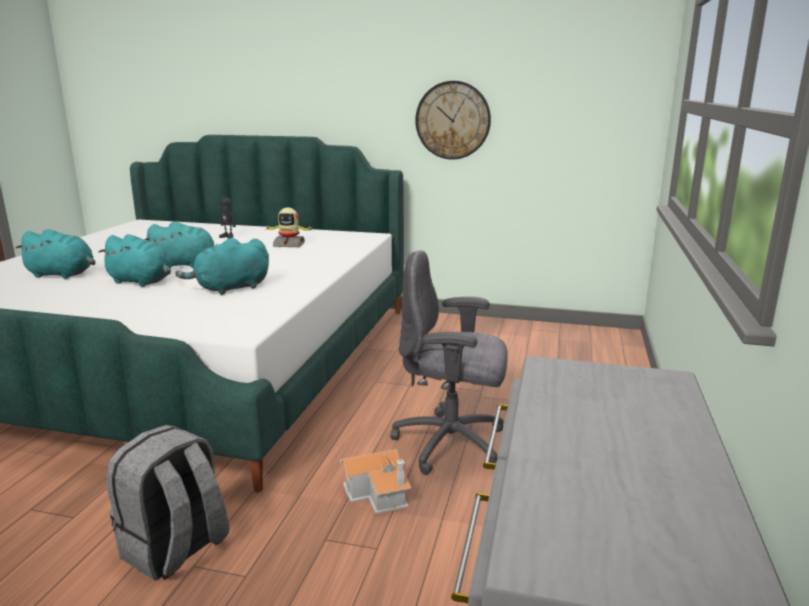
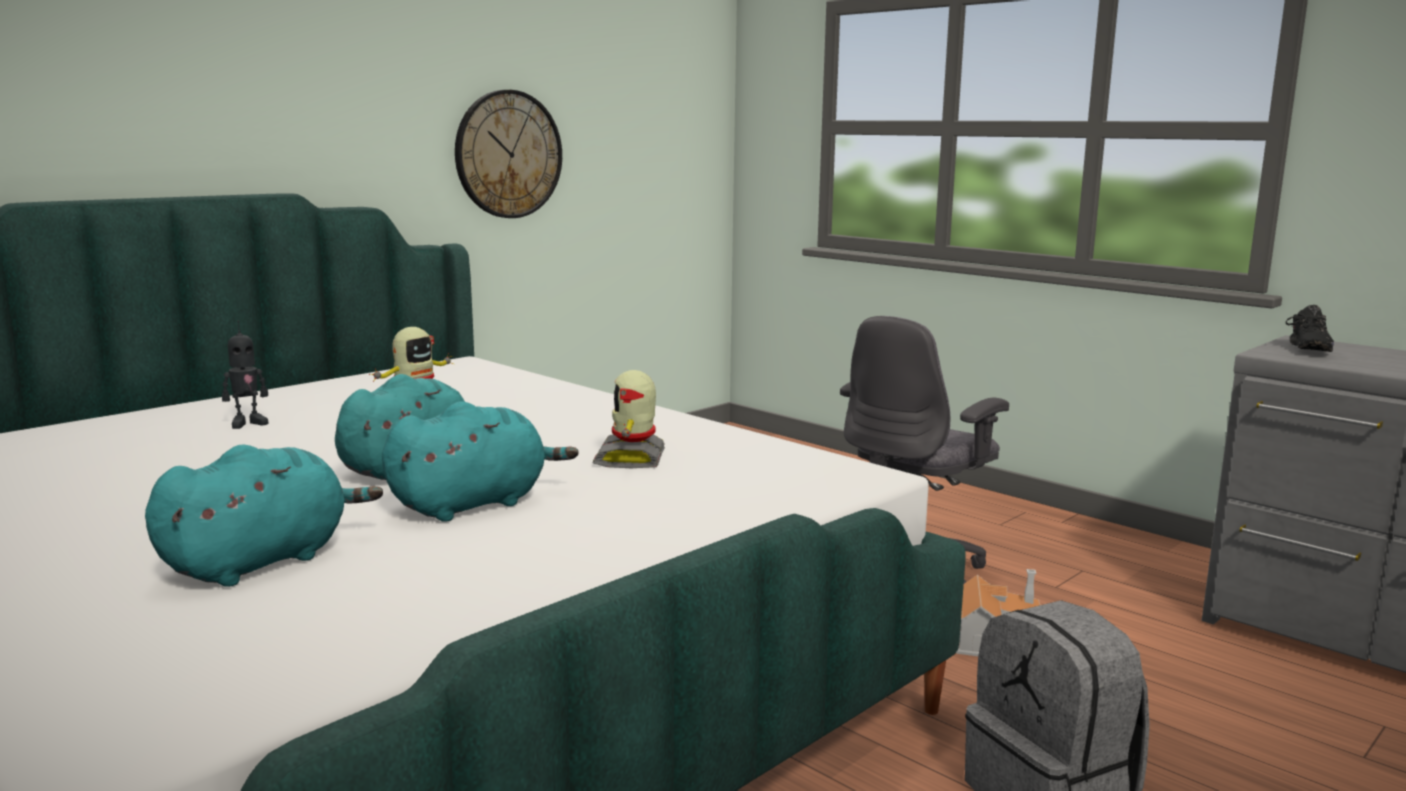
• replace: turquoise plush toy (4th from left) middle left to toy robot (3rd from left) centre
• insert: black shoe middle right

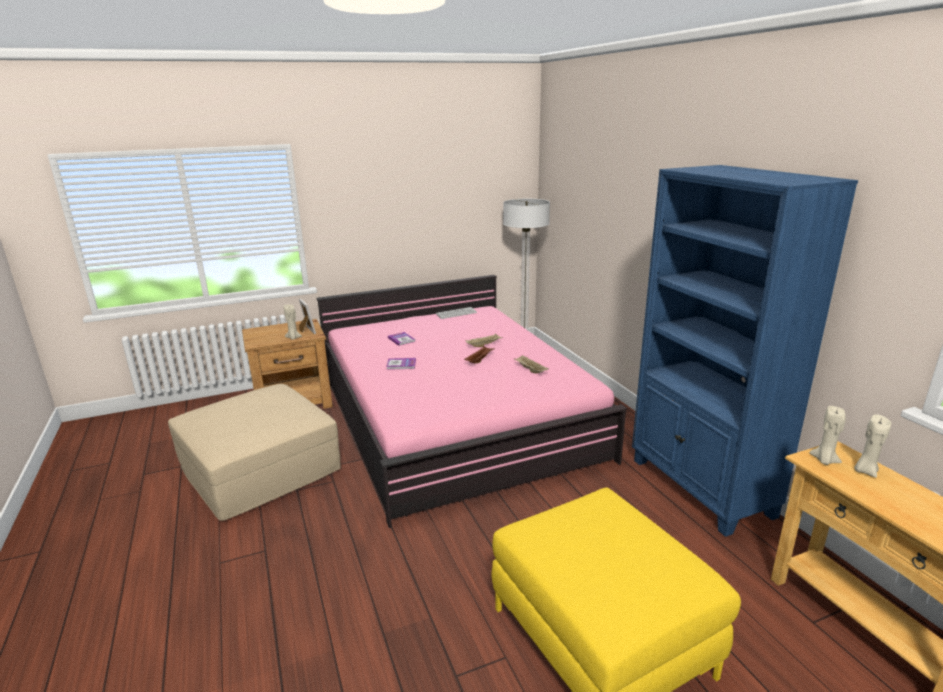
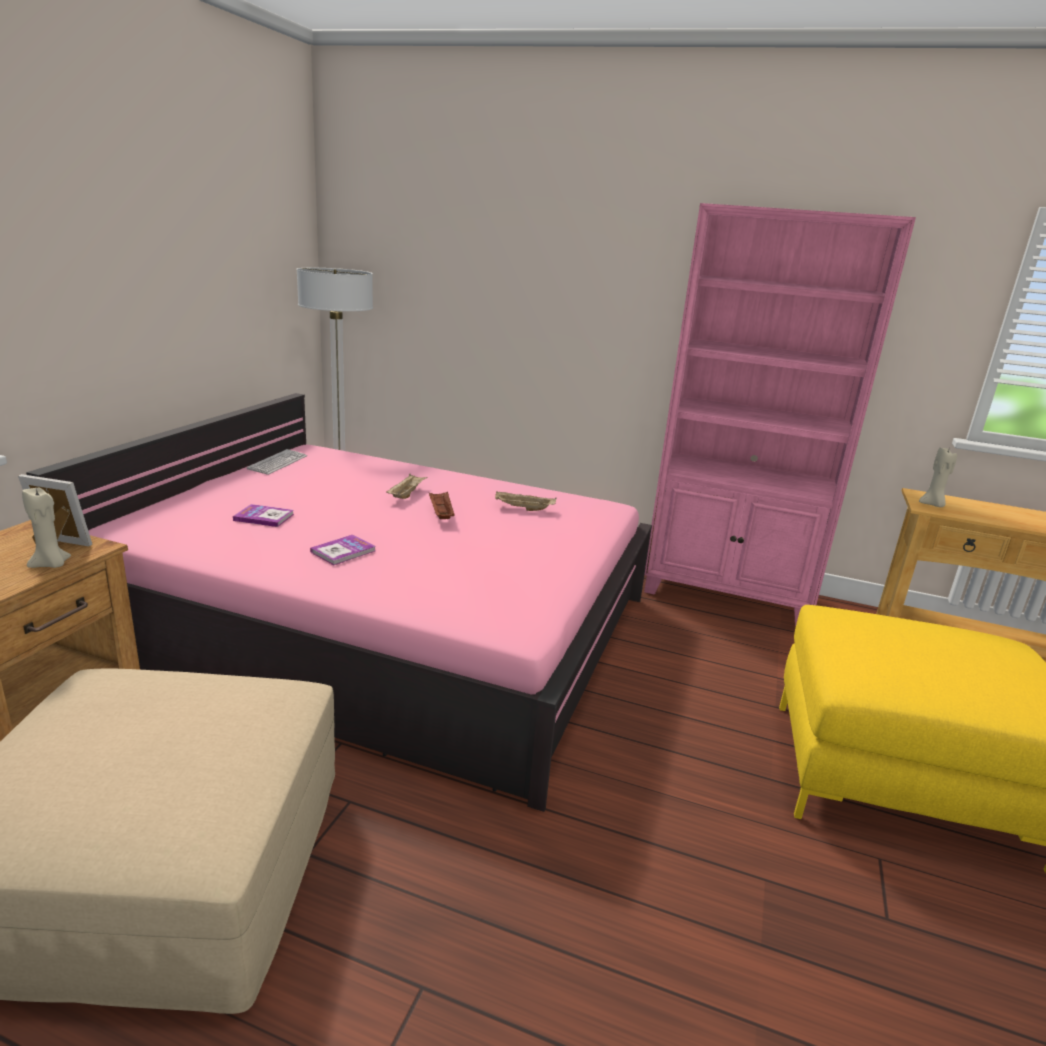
• recolor: blue bookcase middle right to pink bookcase middle right
• delete: beige candle (3rd from left) middle right

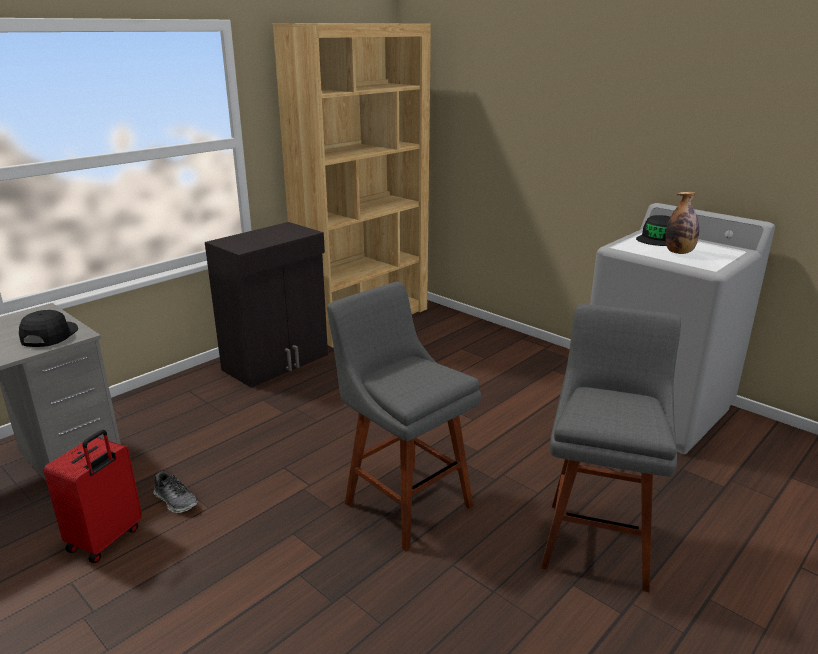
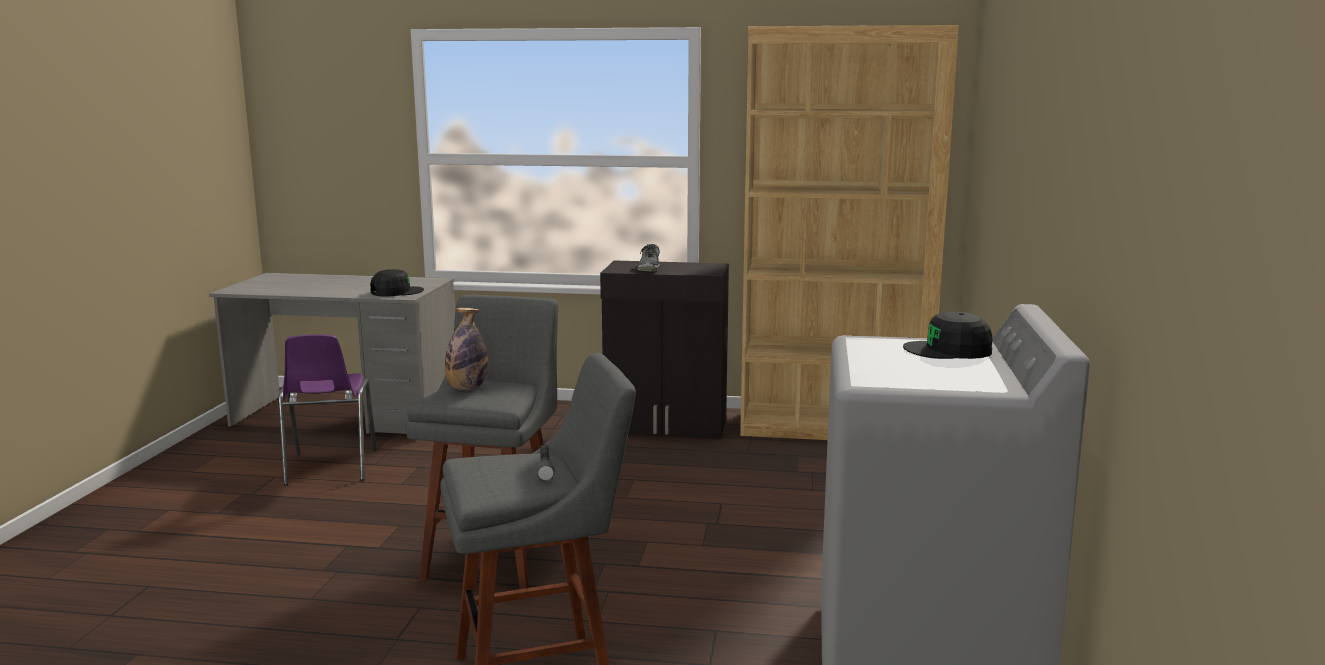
• replace: red suitcase bottom left to purple chair middle left
• move: bottle middle right to centre
• insert: grey flashlight bottom centre
• move: shoe bottom left to centre

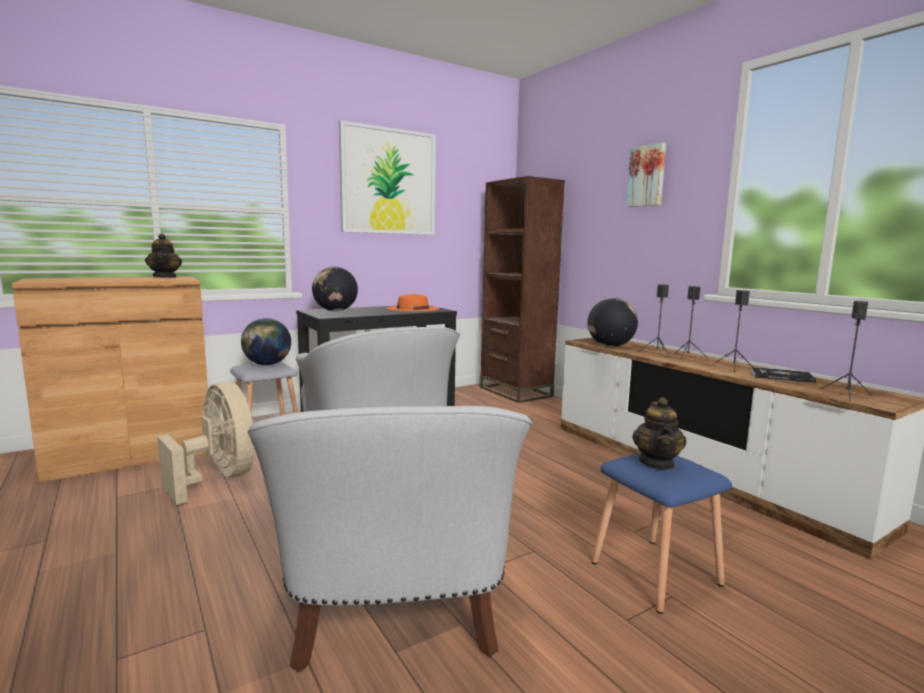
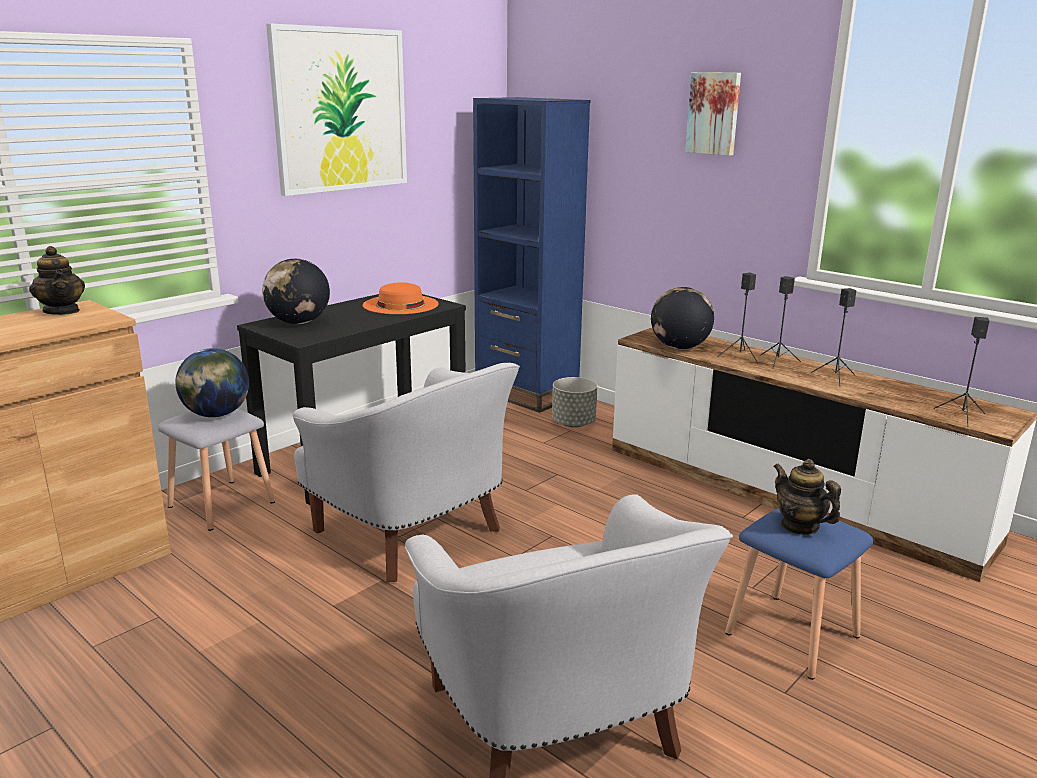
• recolor: brown bookcase centre to blue bookcase top centre
• insert: grey planter centre
• rotate: teapot (2nd from left) middle right = middle right 150 degrees clockwise
• delete: beige fan middle left
• delete: book middle right

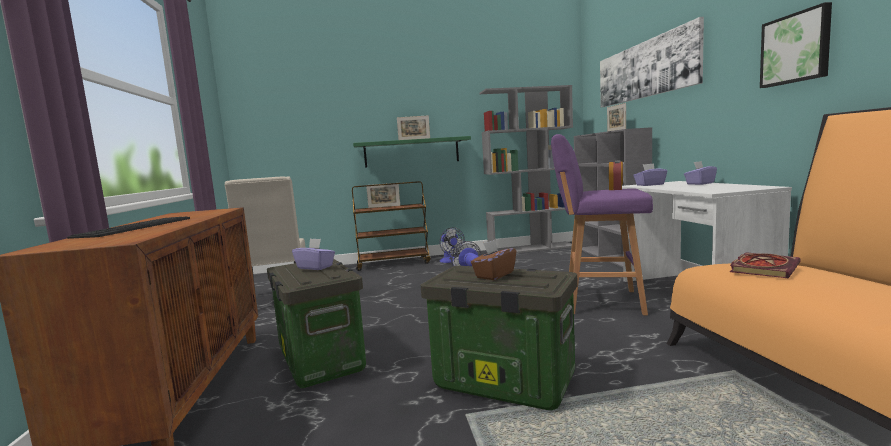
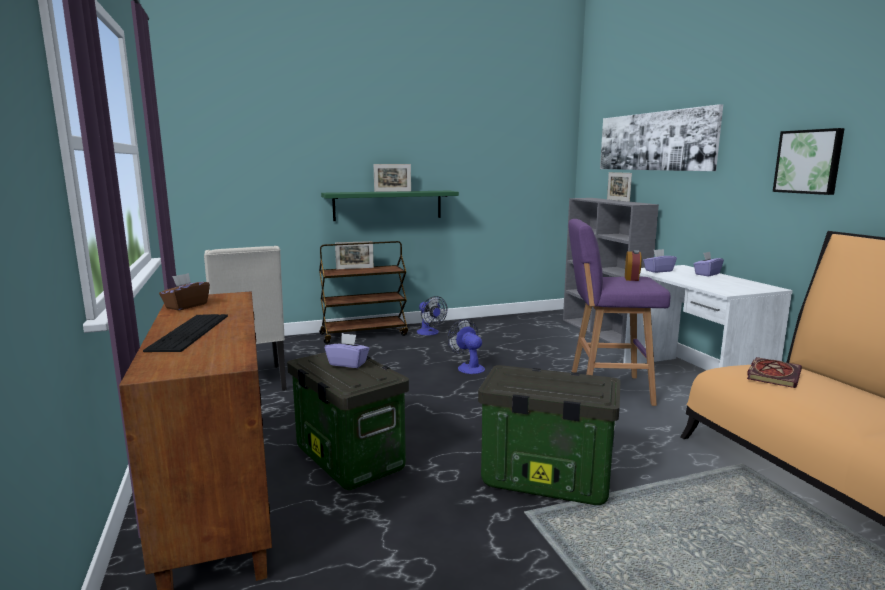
• move: brown tissue box centre to middle left
• delete: grey bookcase (1st from left) centre

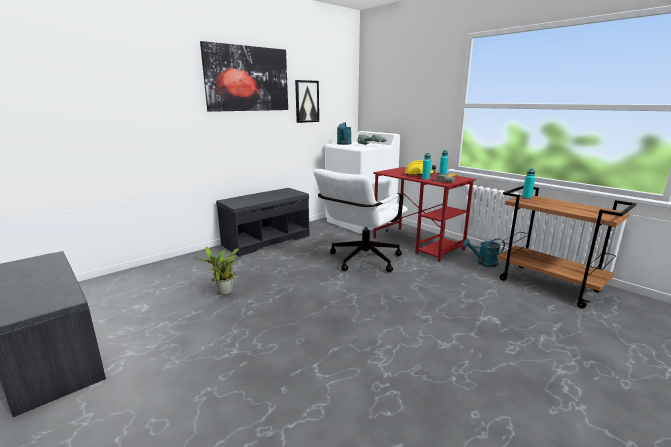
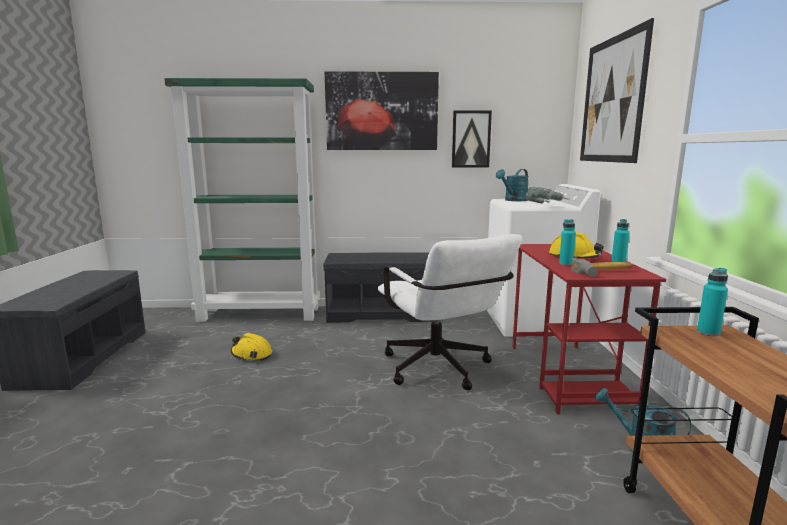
• insert: green bookcase middle left
• replace: potted plant middle left to yellow hard hat (1st from left) middle left
• rotate: white office chair centre = centre 105 degrees counterclockwise
• insert: picture (3rd from left) top right

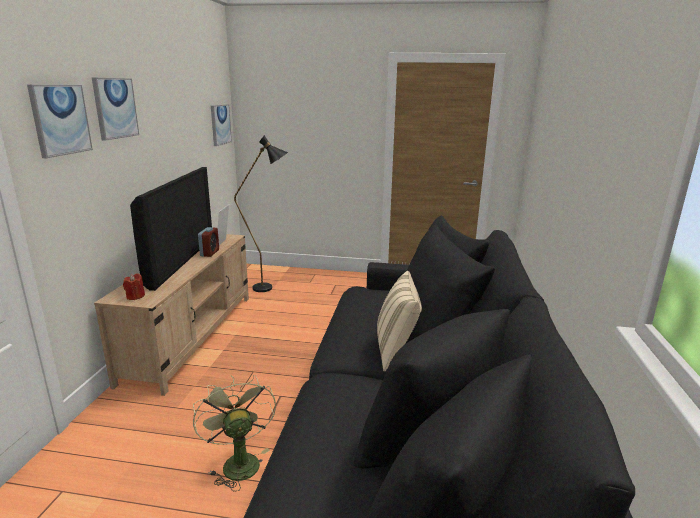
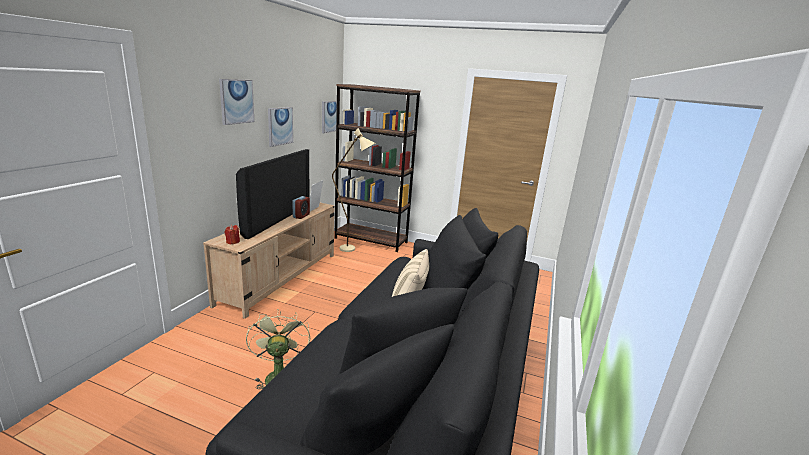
• move: picture (1st from left in the first image) top left to picture (2nd from left) top centre
• recolor: black floor lamp centre to beige floor lamp centre
• insert: brown bookcase centre

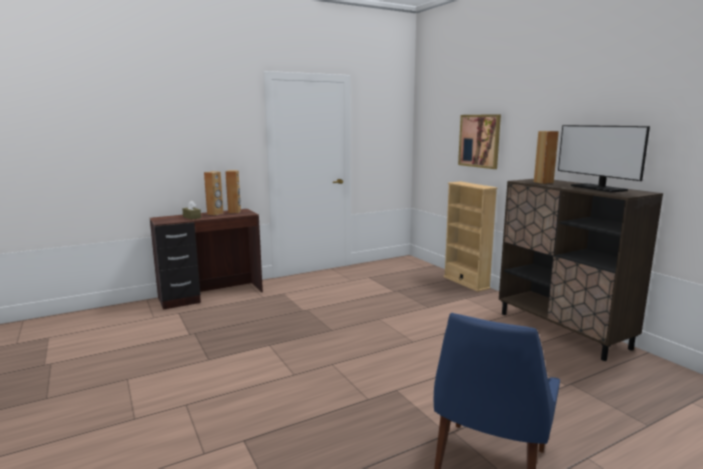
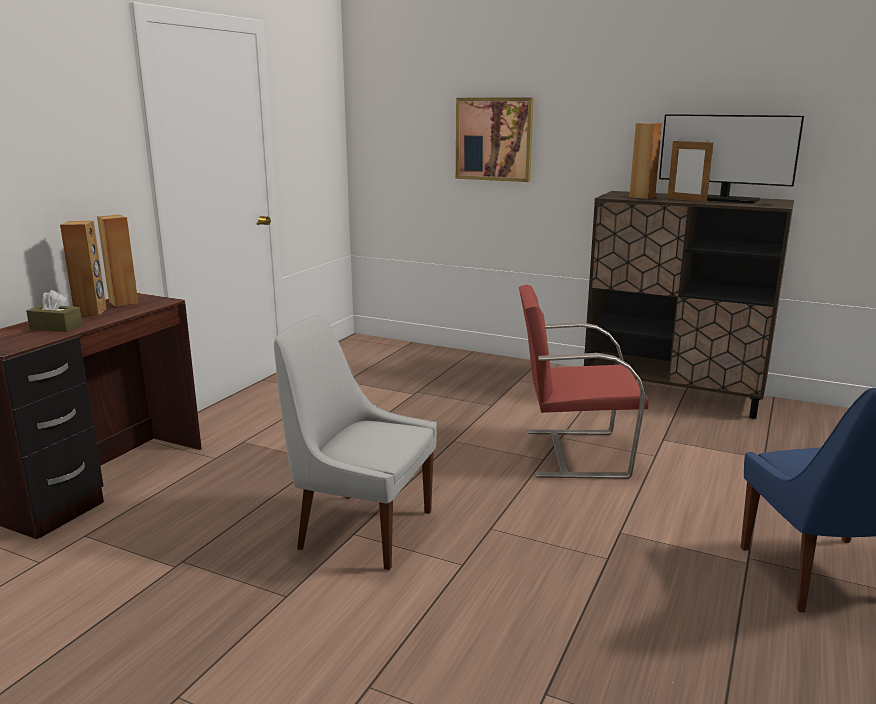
• insert: white chair centre
• insert: red chair middle right
• insert: picture frame top right
• delete: beige bookcase middle right

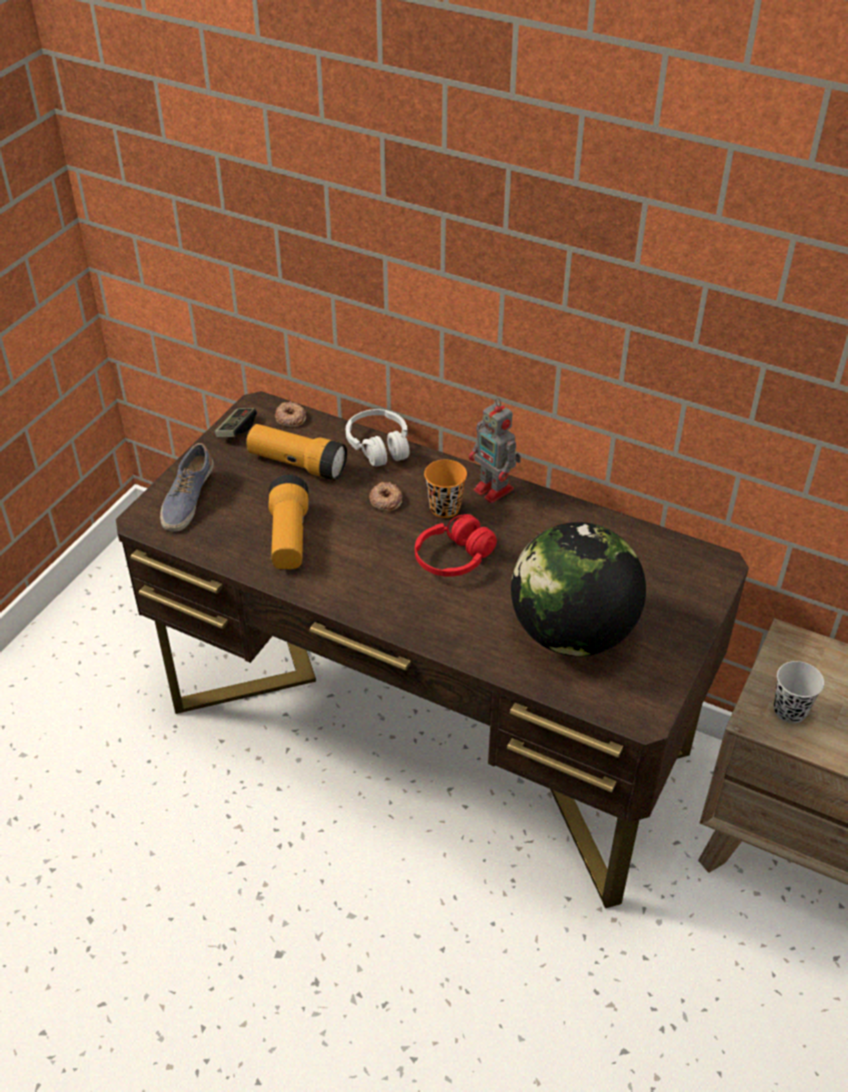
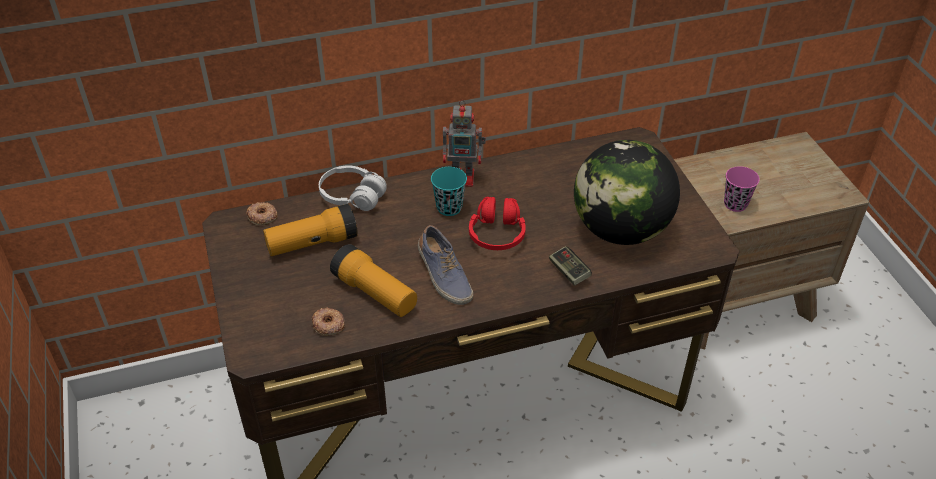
• move: donut (2nd from left) centre to bottom centre
• move: shoe middle left to centre
• recolor: orange cup centre to turquoise cup centre
• move: game controller middle left to centre
• recolor: black cup middle right to pink cup middle right

